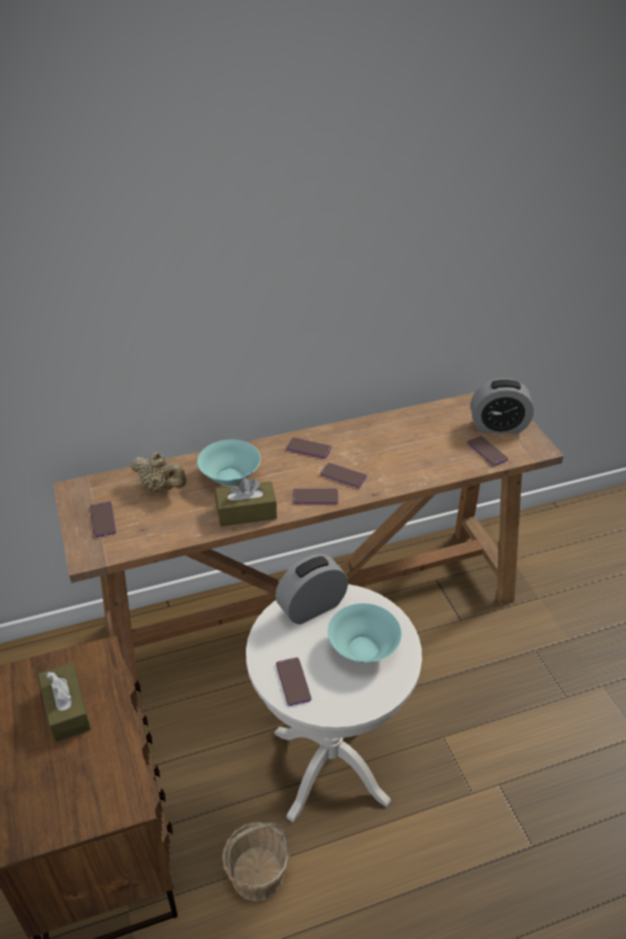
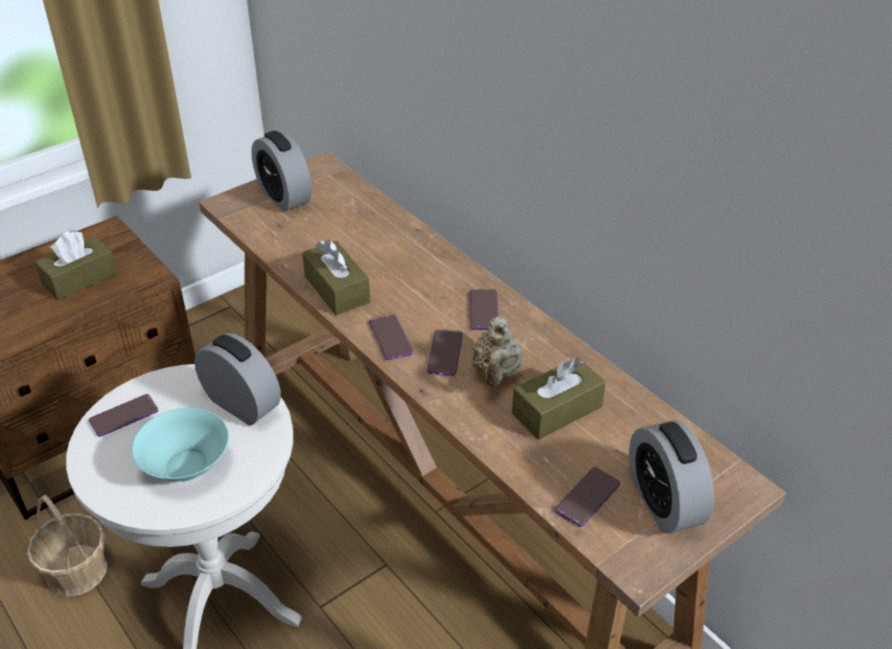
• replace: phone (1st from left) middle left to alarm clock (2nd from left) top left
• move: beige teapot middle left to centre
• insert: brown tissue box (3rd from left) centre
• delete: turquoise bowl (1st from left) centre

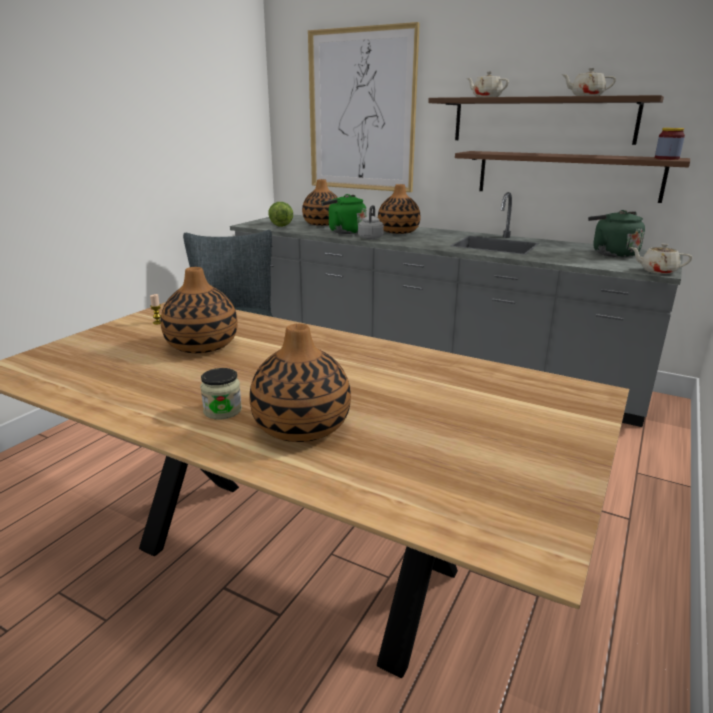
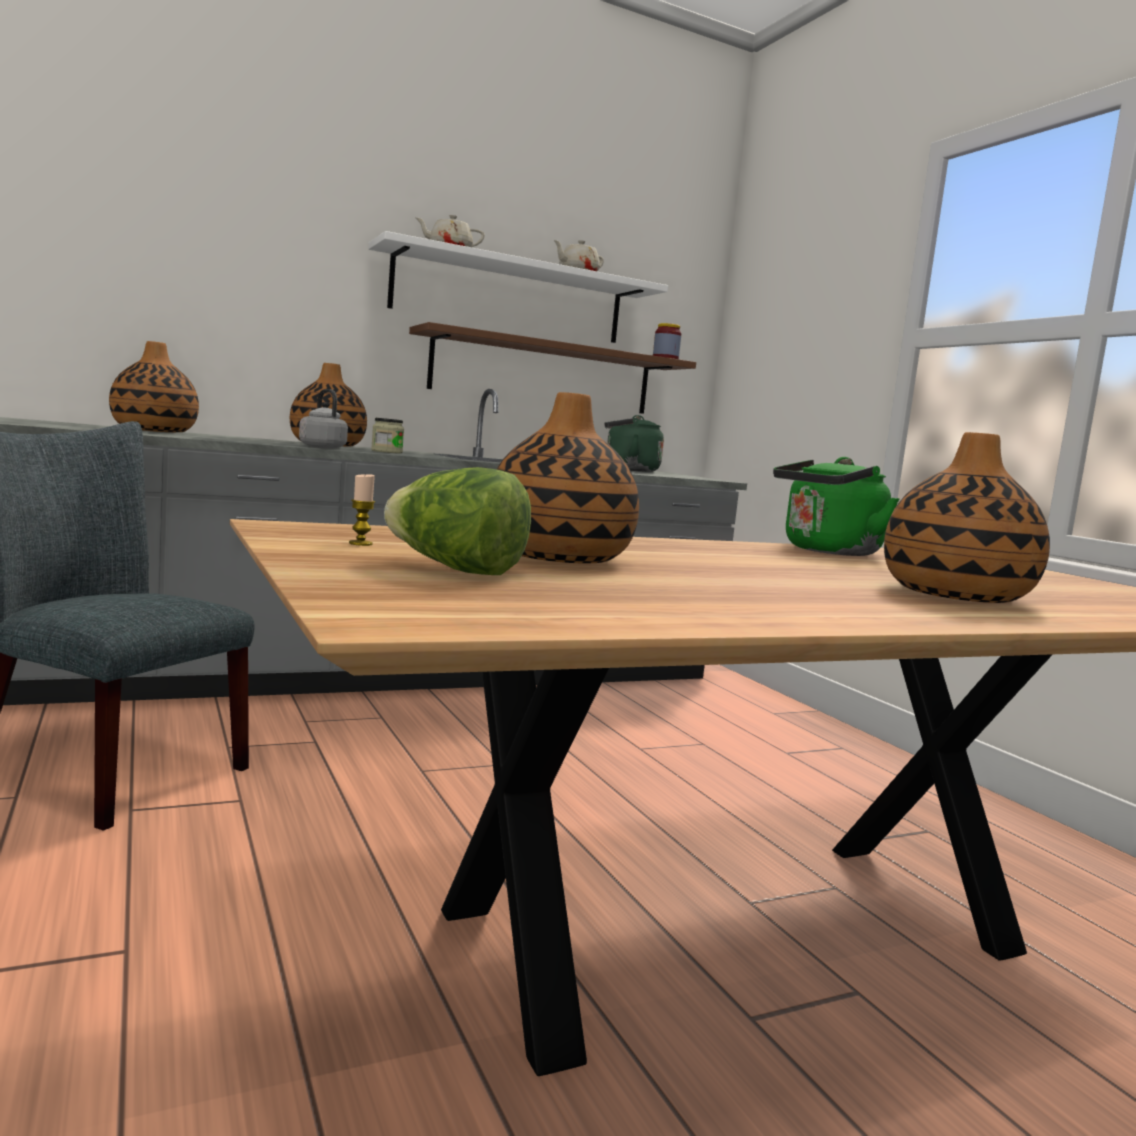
• recolor: brown shelf (1st from left) top right to white shelf top centre
• move: jar (1st from left) middle left to centre
• move: lettuce top centre to centre
• move: green kettle (1st from left in the first image) top centre to green kettle (2nd from left) middle right
• delete: picture top centre
• delete: beige teapot (3rd from left) middle right

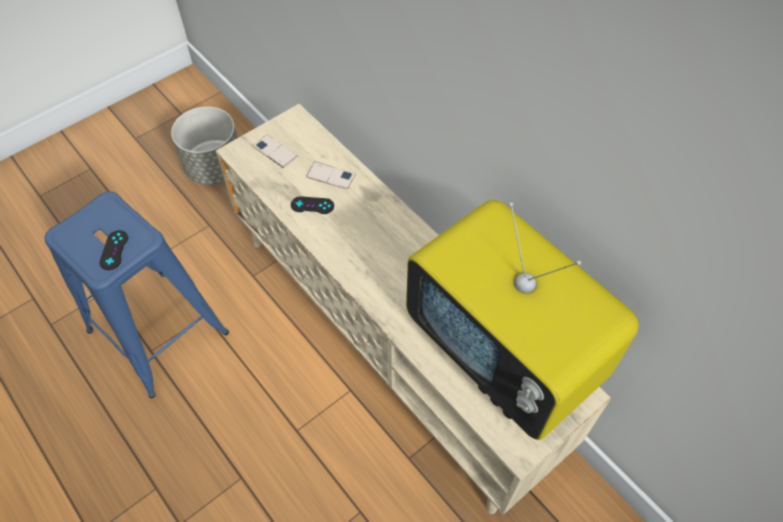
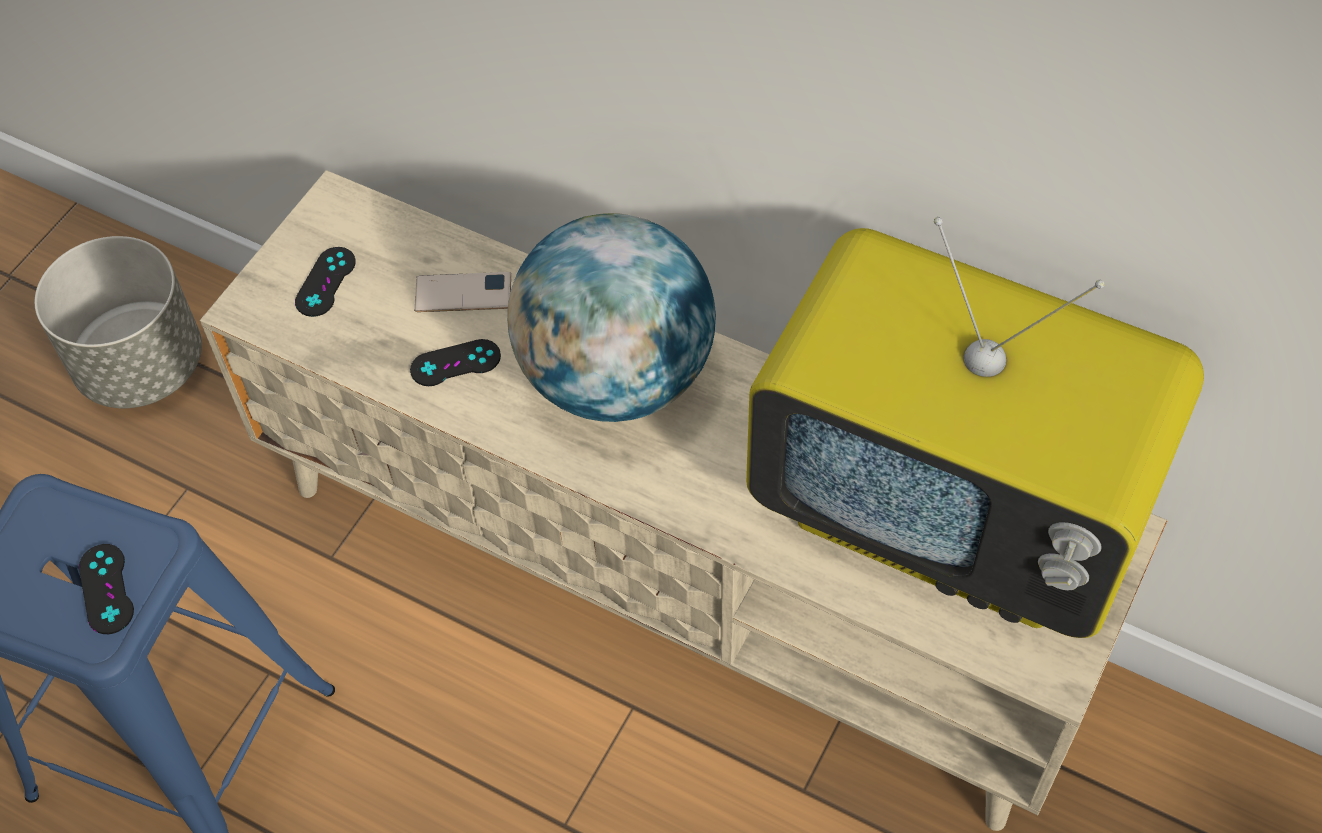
• replace: phone (1st from left) top centre to black game controller (2nd from left) middle left
• insert: globe centre

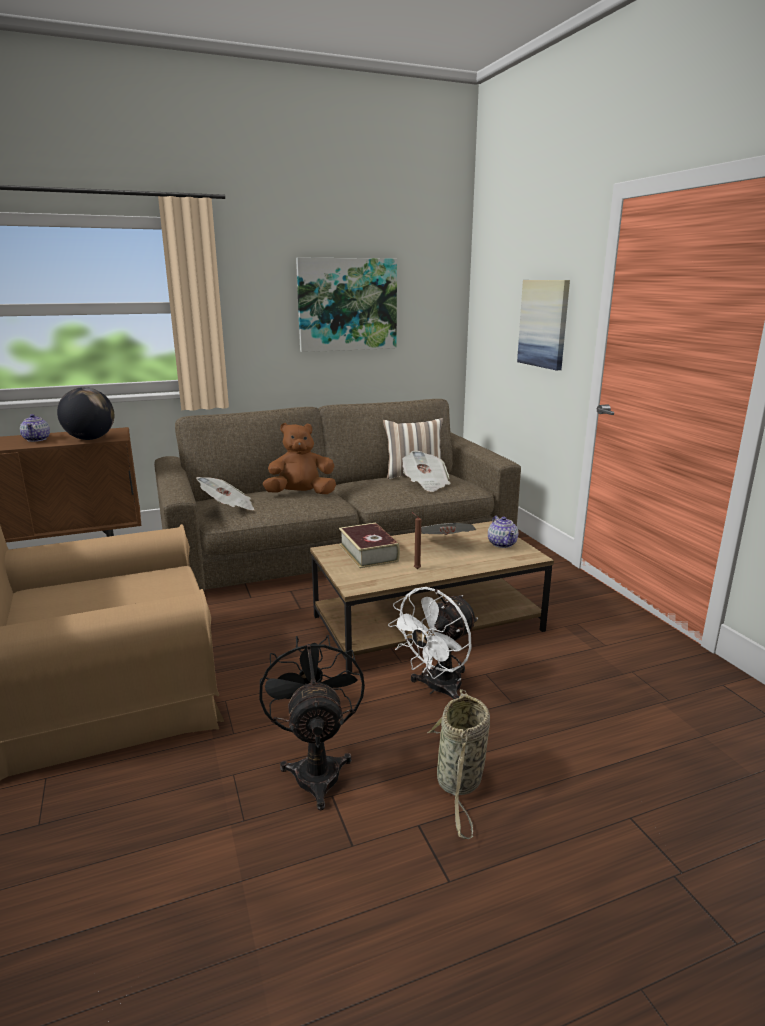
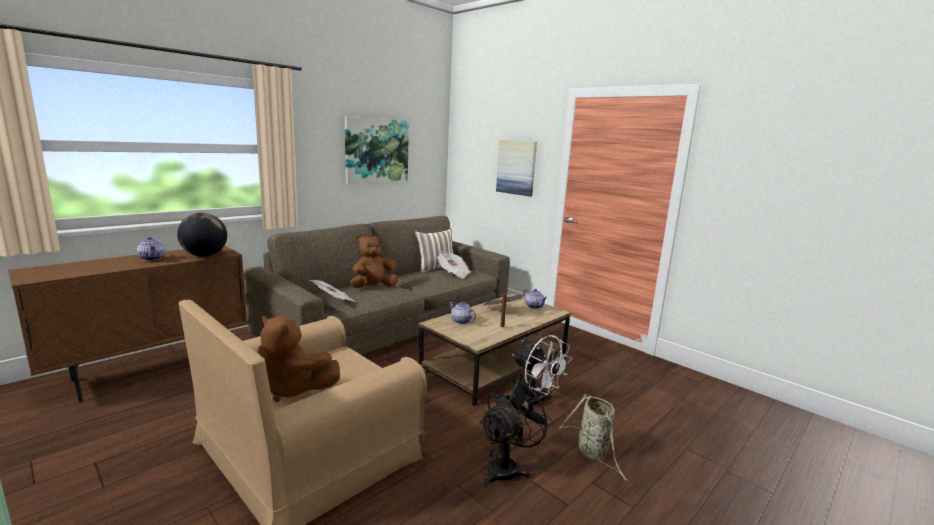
• insert: brown plush toy (1st from left) bottom left
• replace: book centre to teapot (2nd from left) centre
• rotate: black fan bottom centre = bottom centre 75 degrees clockwise
• rotate: white fan centre = bottom centre 60 degrees counterclockwise

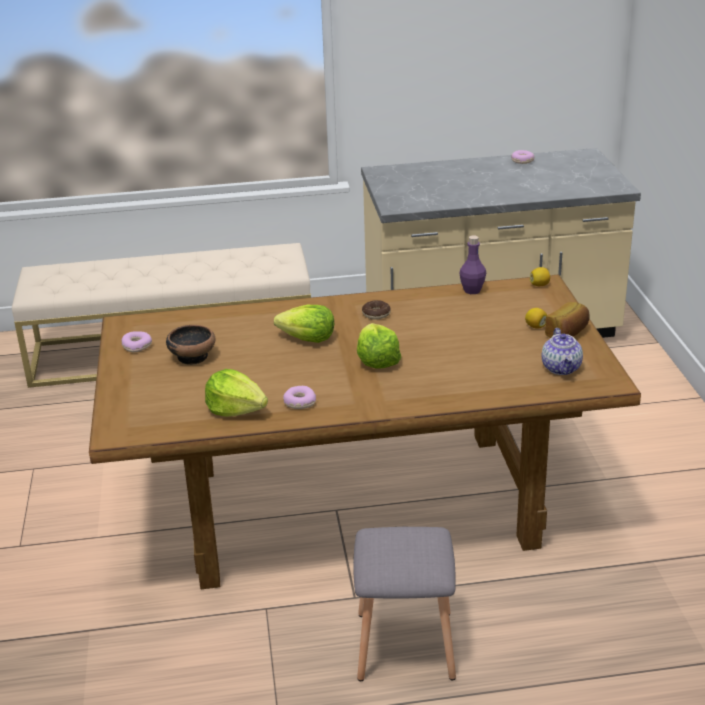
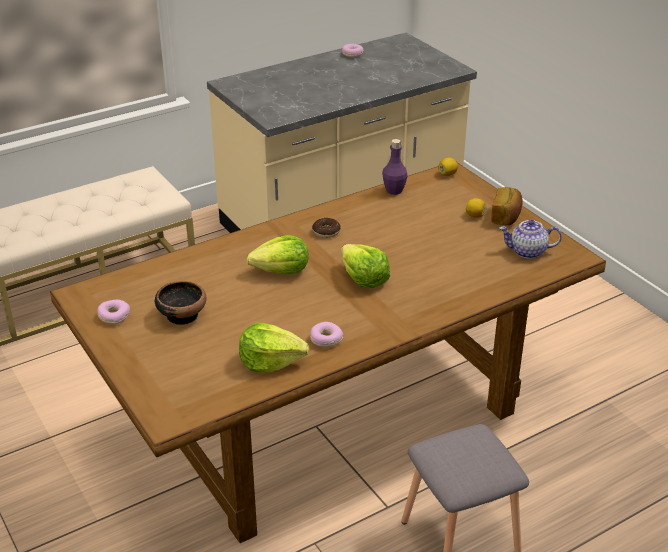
• rotate: teapot middle right = middle right 120 degrees clockwise

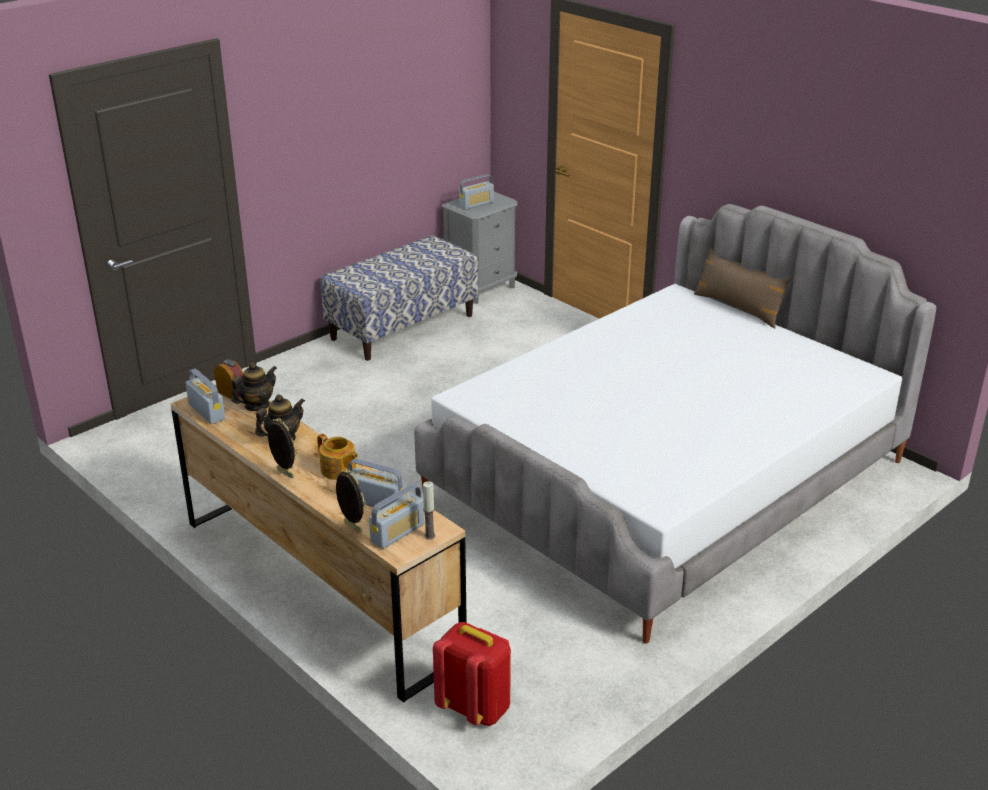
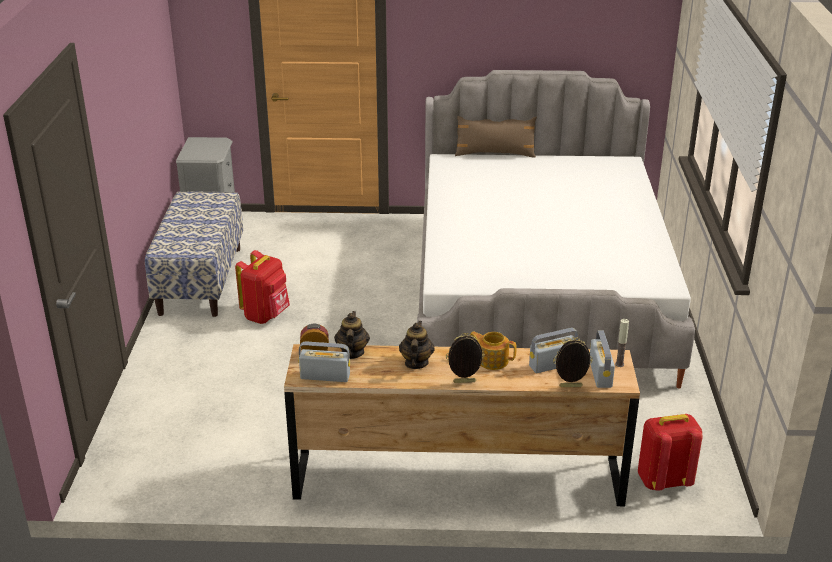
• insert: red backpack (1st from left) middle left
• rotate: teapot (3rd from left) centre = centre 150 degrees counterclockwise
• delete: radio (4th from left) top centre

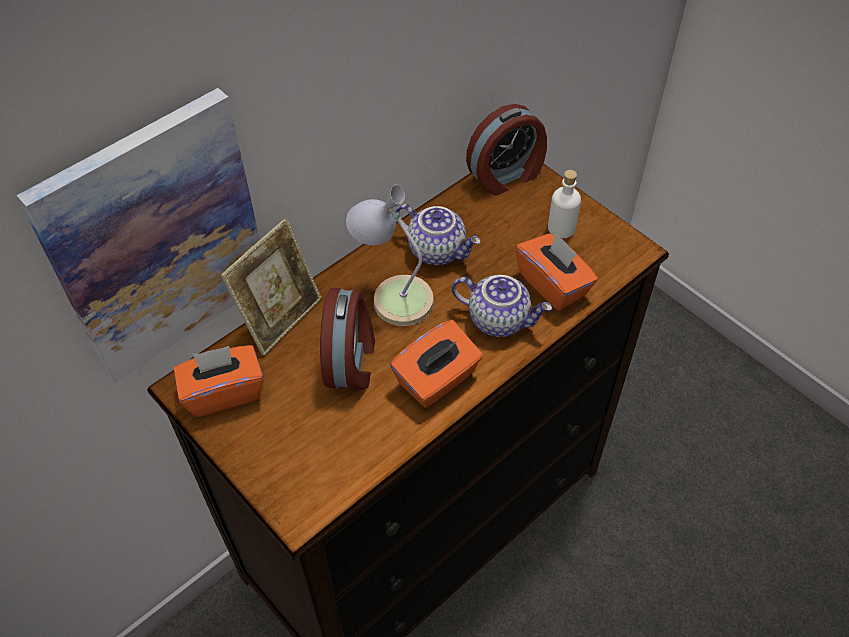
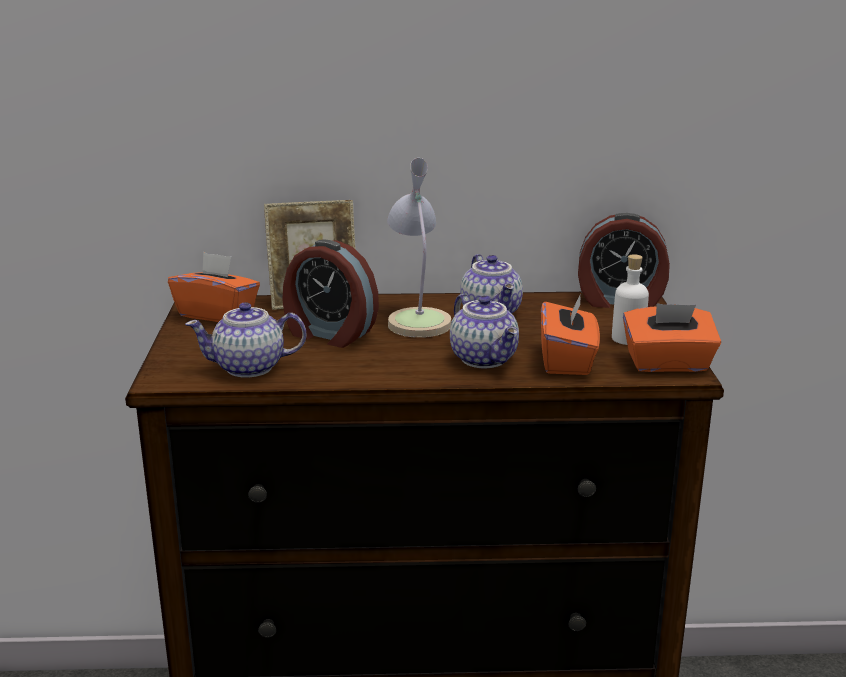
• insert: teapot (1st from left) middle left
• rotate: alarm clock (1st from left) centre = centre 75 degrees clockwise
• move: orange tissue box (2nd from left in the first image) centre to orange tissue box (3rd from left) middle right
• delete: picture middle left

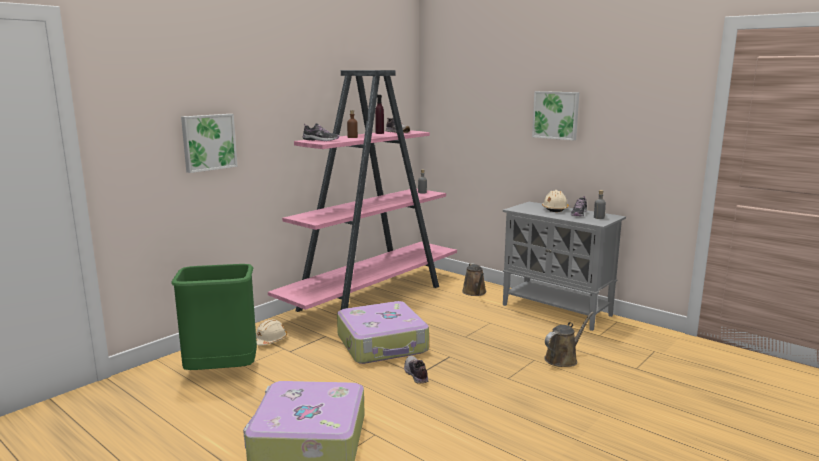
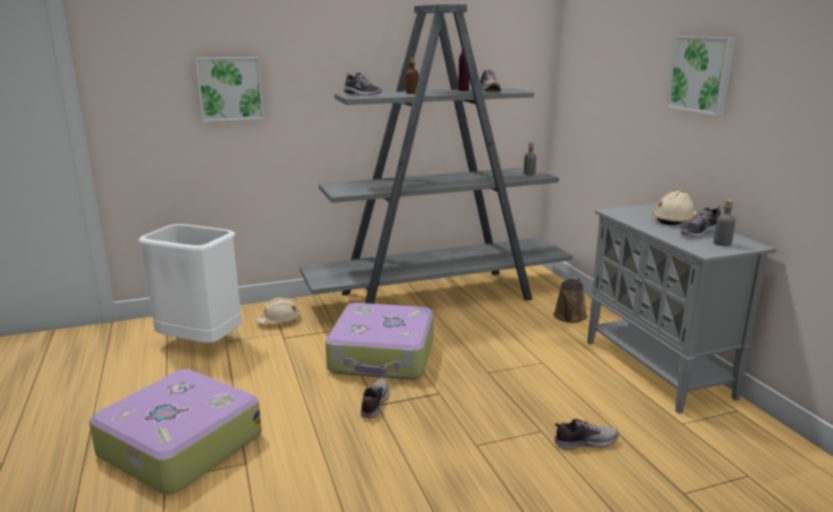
• recolor: green trash can bottom left to white trash can middle left
• recolor: pink bookcase centre to grey bookcase top centre
• replace: brown watering can (2nd from left) bottom right to shoe (4th from left) bottom right

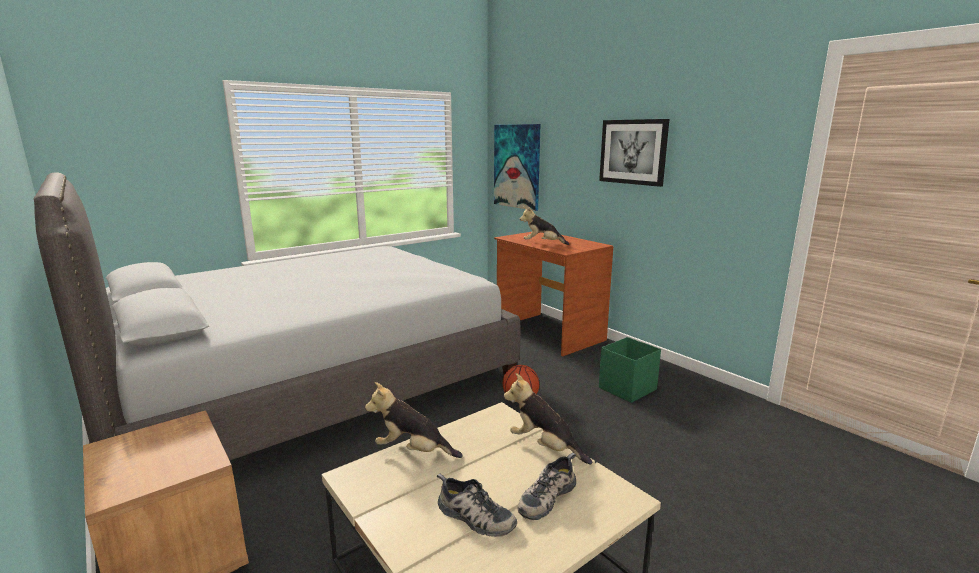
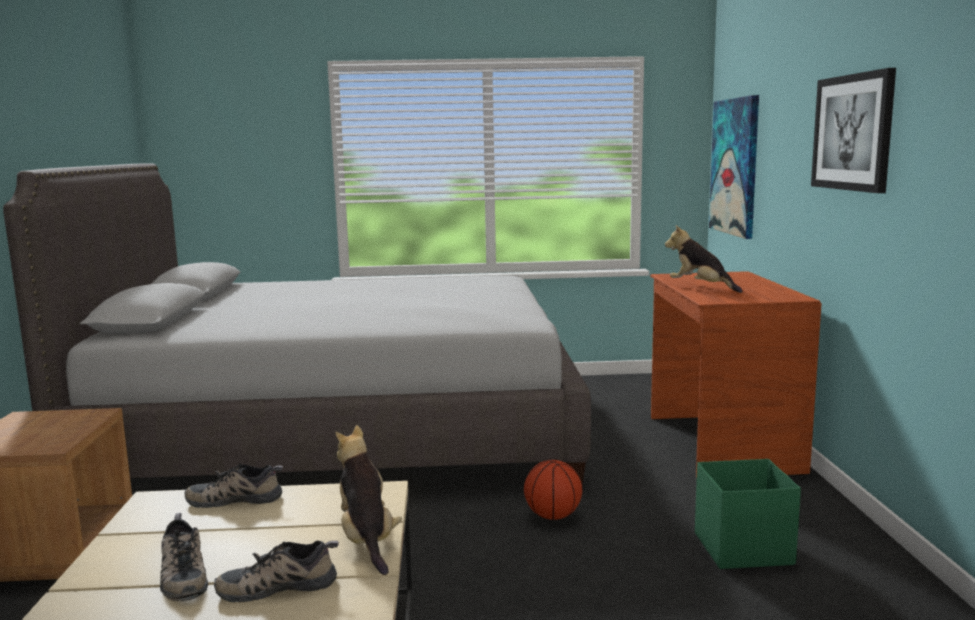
• replace: plush toy (1st from left) bottom centre to shoe (2nd from left) bottom left

